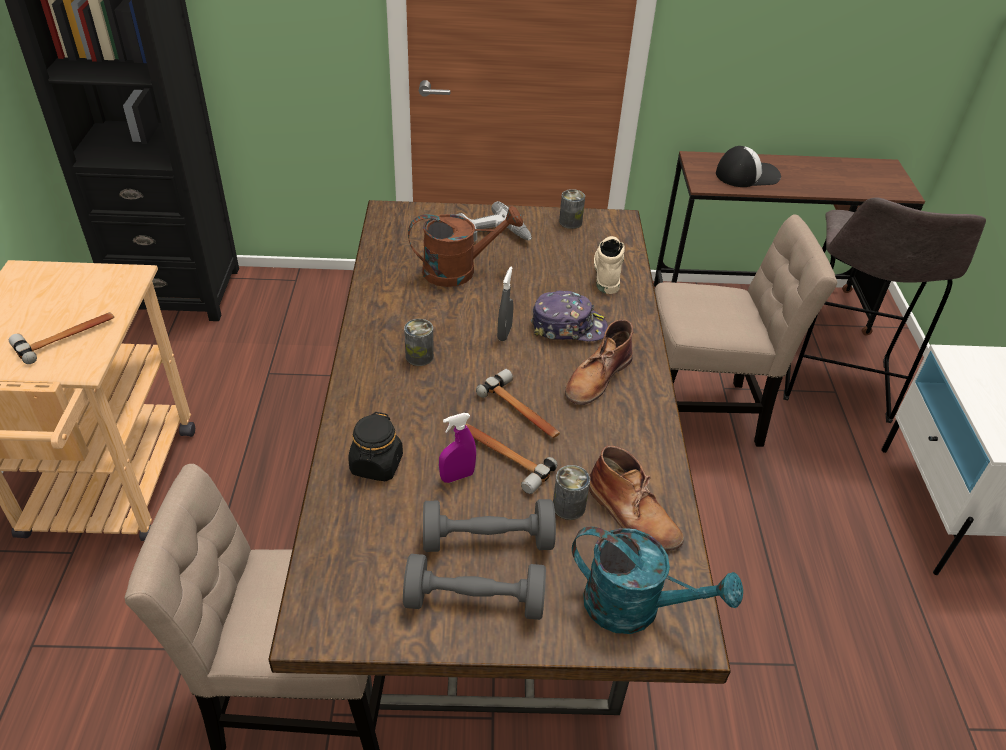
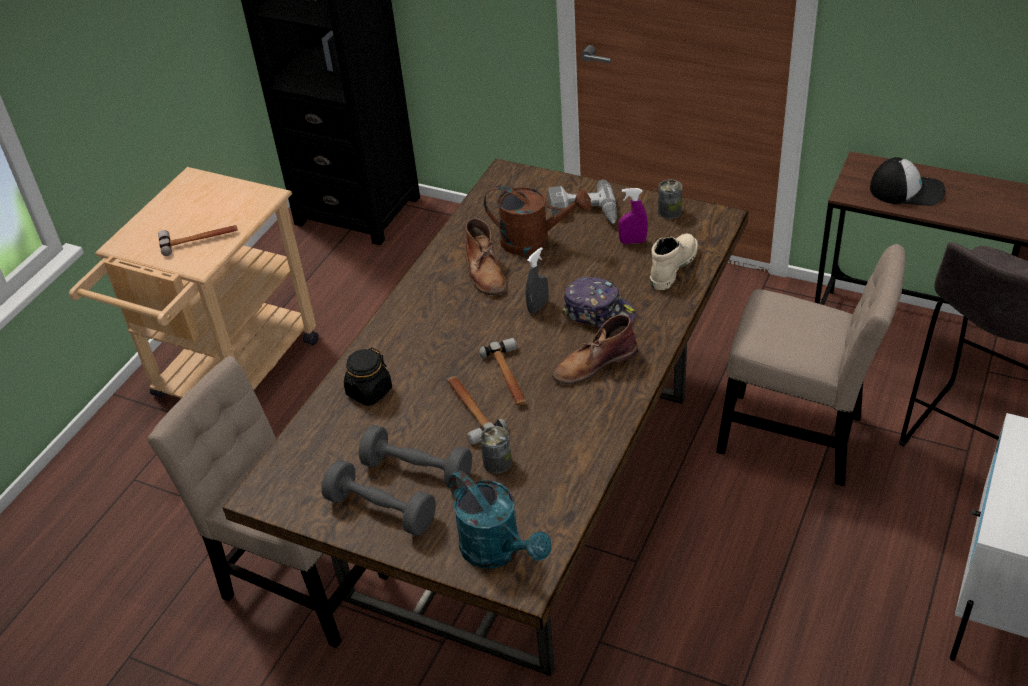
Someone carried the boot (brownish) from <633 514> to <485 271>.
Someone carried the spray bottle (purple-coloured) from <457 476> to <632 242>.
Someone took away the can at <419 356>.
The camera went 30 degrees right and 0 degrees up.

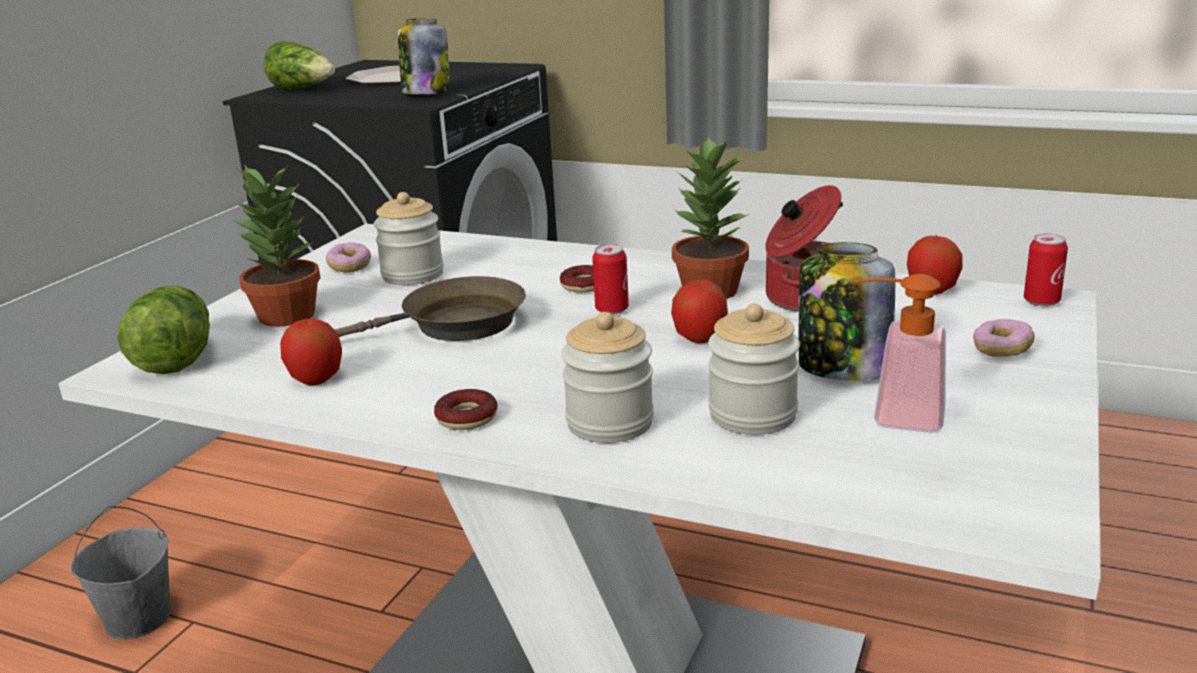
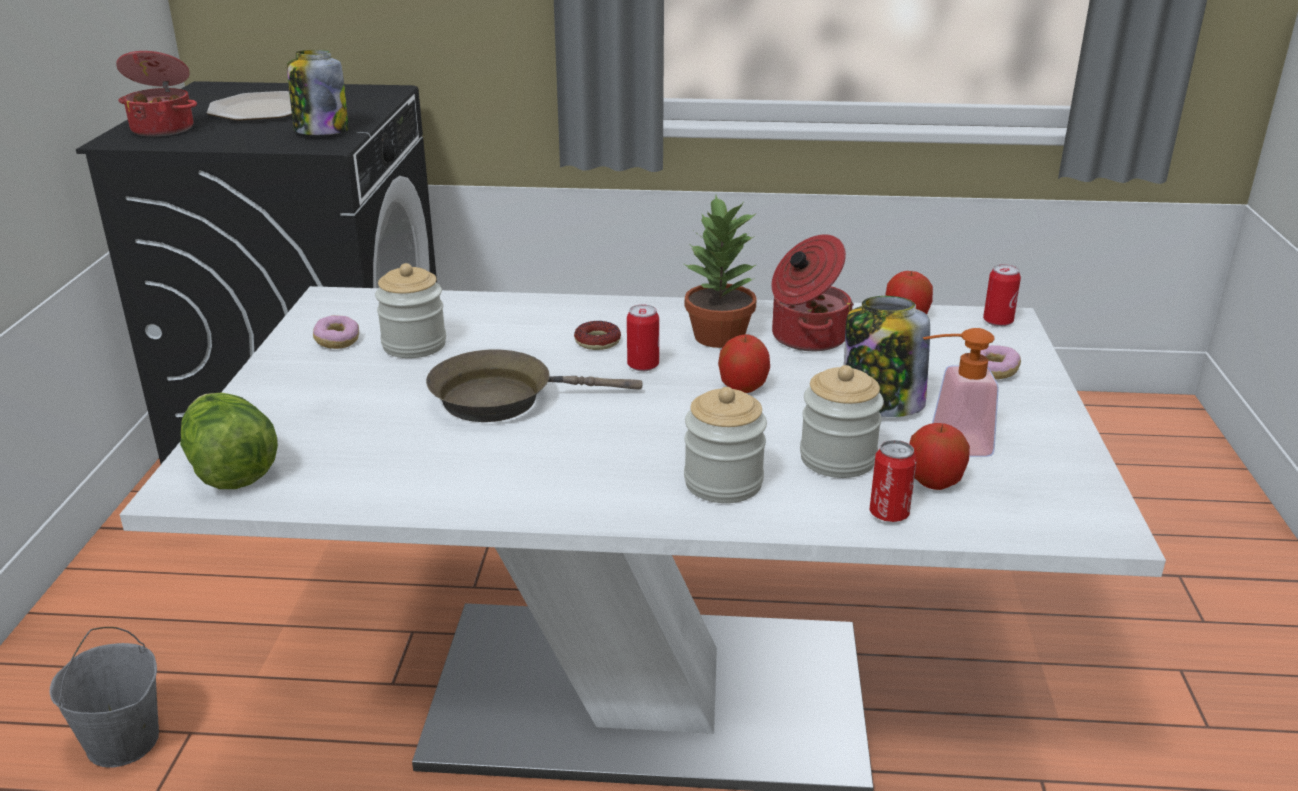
Someone swapped the lettuce at <303 89> for the saucepot at <164 128>.
Someone rotated the skillet (brownish) at <454 325> by 150 degrees counterclockwise.
Someone put down the can at <889 514>.
Someone carried the apple fruit from <316 379> to <934 482>.
Someone took away the plant in a pot at <285 316>.
Someone took away the ring doughnut at <467 417>.
The camera went 20 degrees left and 5 degrees up.

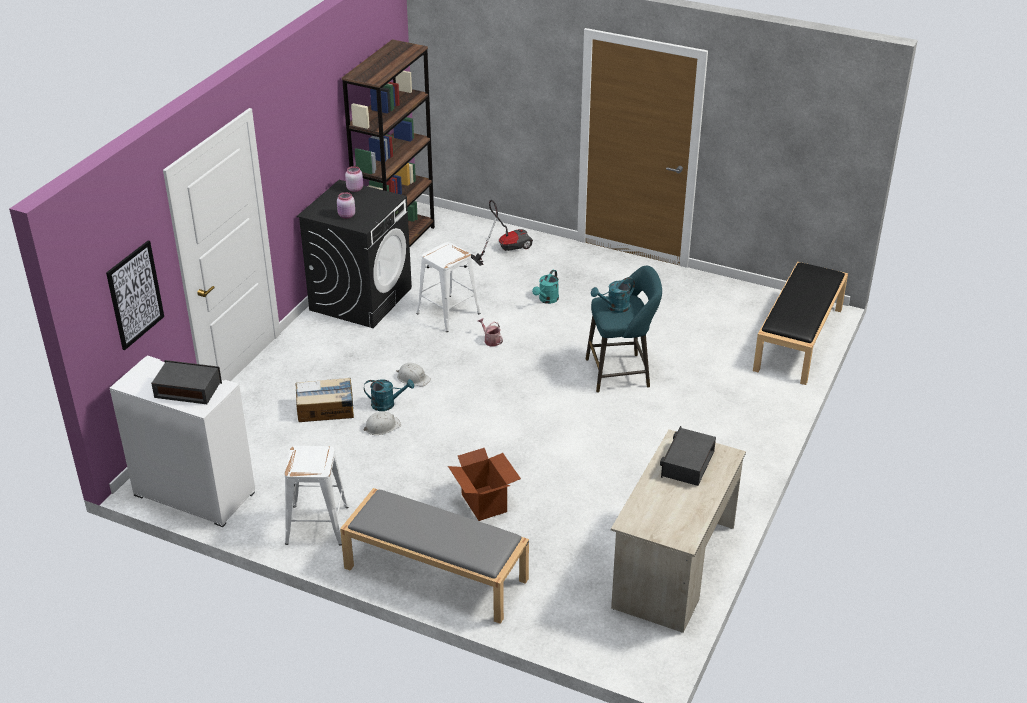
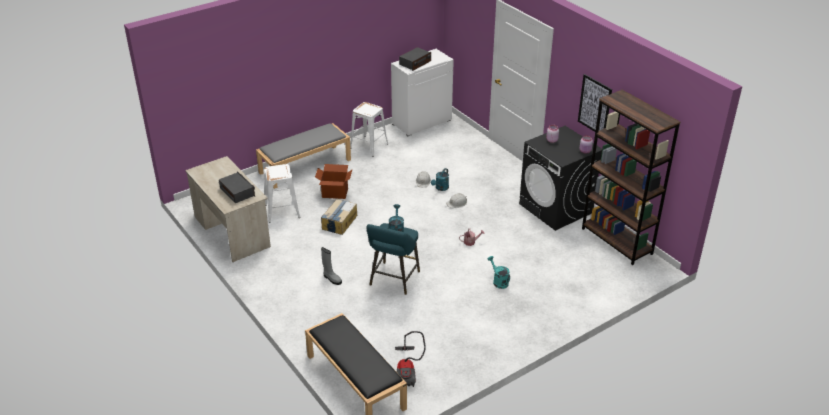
Someone carried the sitting stool (white-coloured) from <447 313> to <282 211>.
Someone carried the packing box from <326 409> to <339 222>.
Someone put down the boot (greyish) at <332 279>.
Someone carried the hoover from <505 249> to <407 371>.
Someone carried the picture from <135 295> to <595 105>.
The camera went 120 degrees right and 0 degrees up.

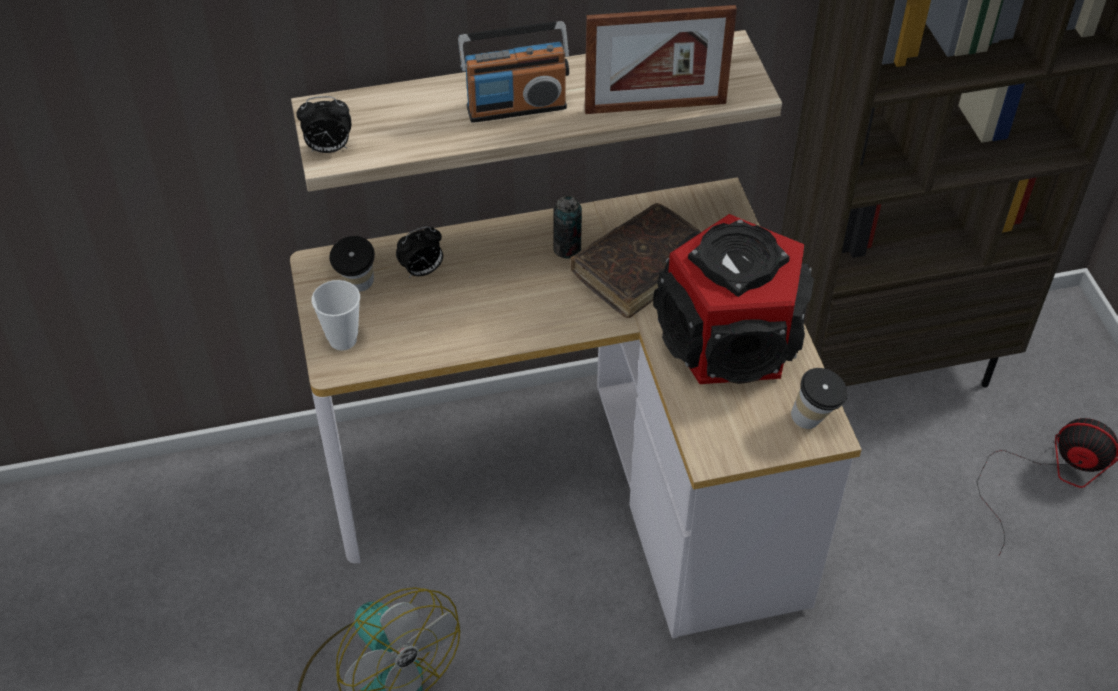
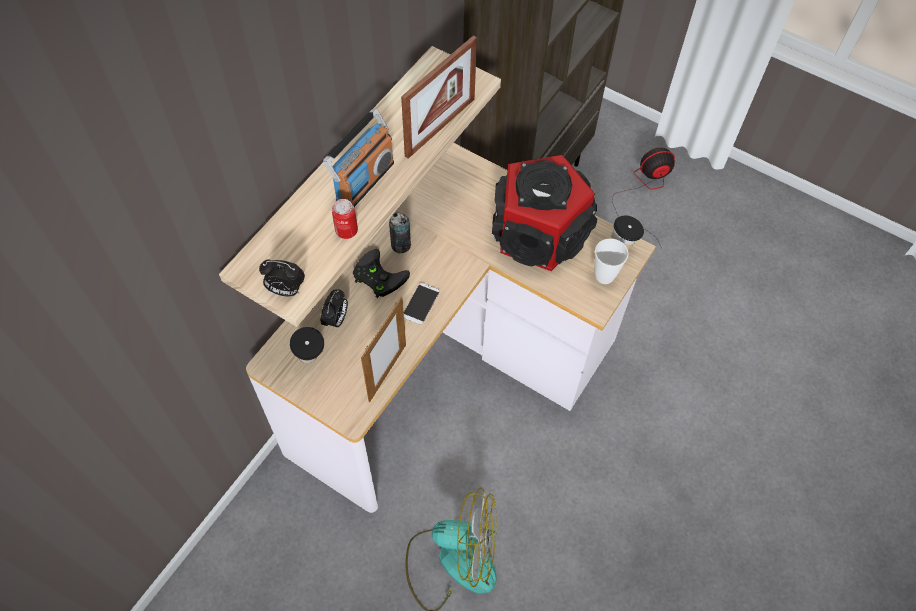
Someone rotated the table clock at <328 149> by 60 degrees clockwise.
Someone put down the can at <346 231>.
Someone put down the gamepad (black-coloured) at <377 276>.
Someone put down the photo frame at <387 373>.
Someone put down the handset at <421 304>.
Someone carried the drinking cup from <343 340> to <604 276>.
Someone took away the book (brownish) at <641 268>.
The camera went 45 degrees left and 10 degrees up.

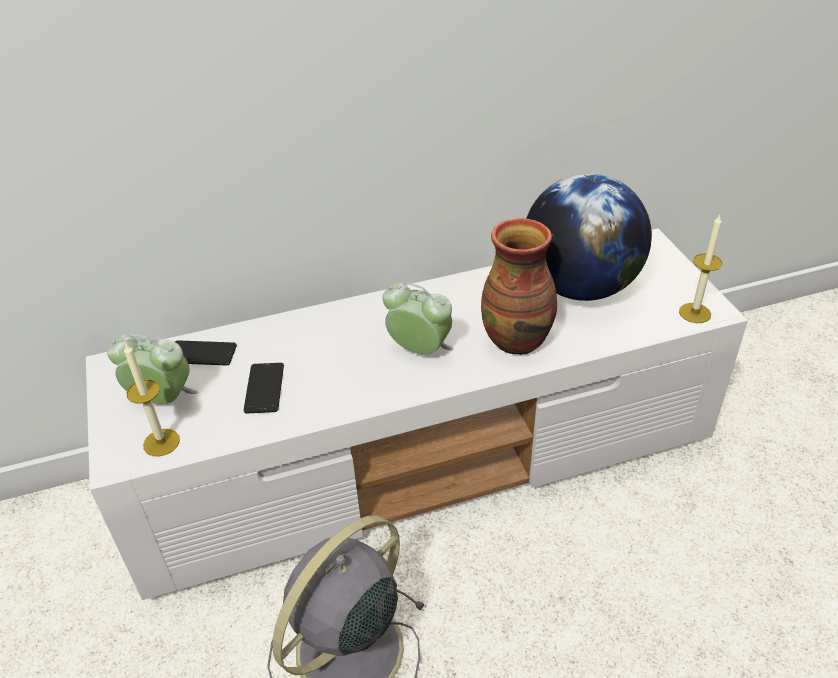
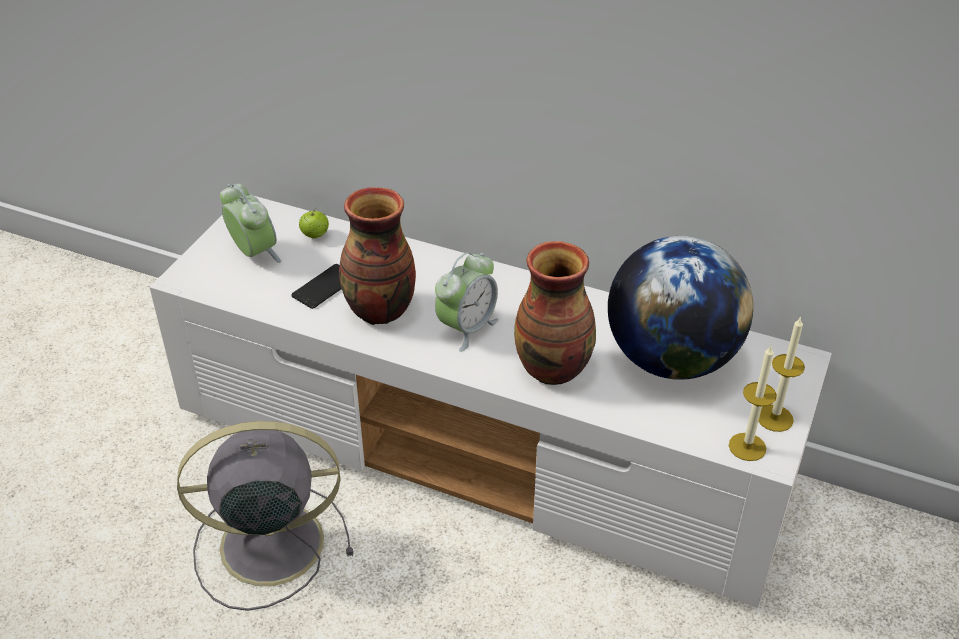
Someone swapped the handset at <201 354> for the apple fruit at <315 236>.
Someone put down the decorative vase at <379 311>.
Someone rotated the table clock at <419 350> by 60 degrees clockwise.
Someone carried the candle from <161 442> to <775 418>.
The camera went 40 degrees right and 0 degrees up.

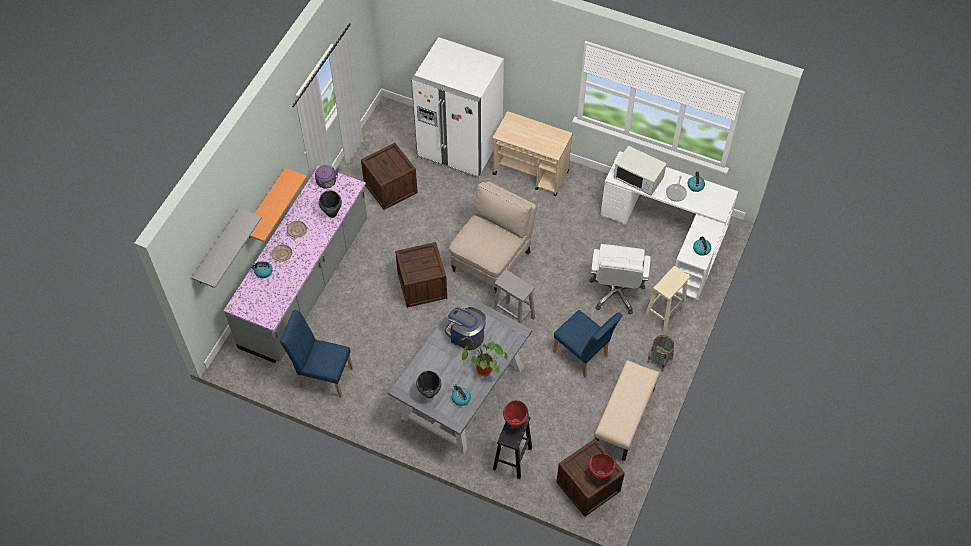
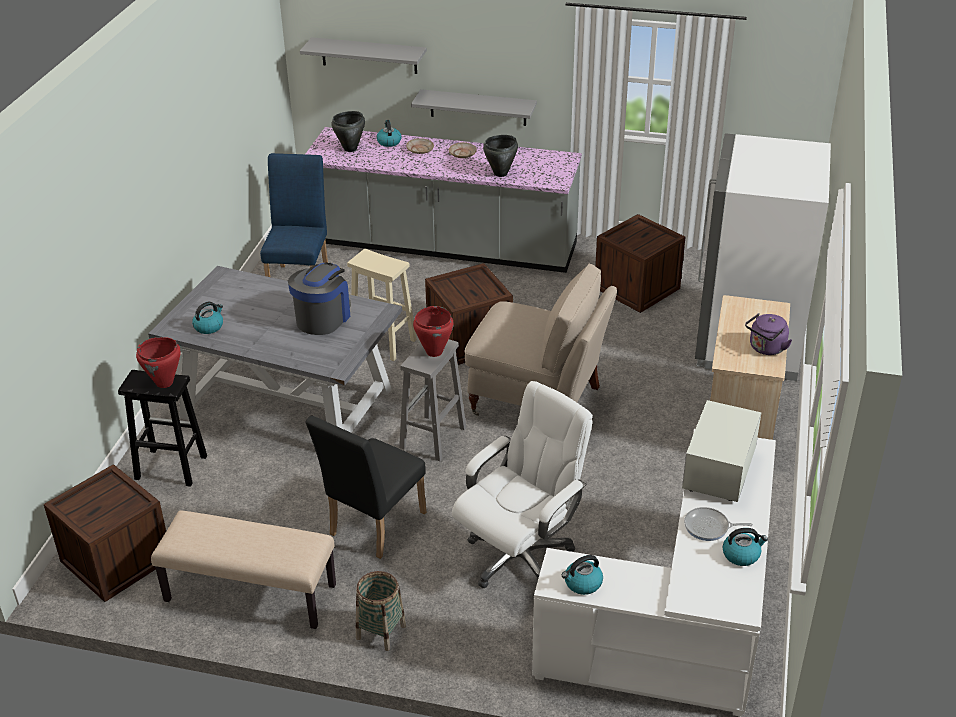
Someone repainted the plain chair (blue-coloured) at <583 356>, which became the plain chair (black-coloured) at <372 527>.
Someone carried the saucepot (black-coloured) from <429 393> to <350 149>.
Someone carried the sitting stool (sand-coloured) from <664 314> to <384 343>.
Someone repainted the shelf (orange) at <265 205>, which became the shelf (greyish) at <478 107>.
Someone carried the saucepot (red-coloured) from <600 475> to <434 352>.
Someone rotated the office chair (white-coloured) at <616 292> by 135 degrees clockwise.
Someone carried the kettle (purple-coloured) from <327 183> to <766 348>.
Someone took away the plant in a pot at <482 370>.
The camera went 80 degrees right and 20 degrees down.

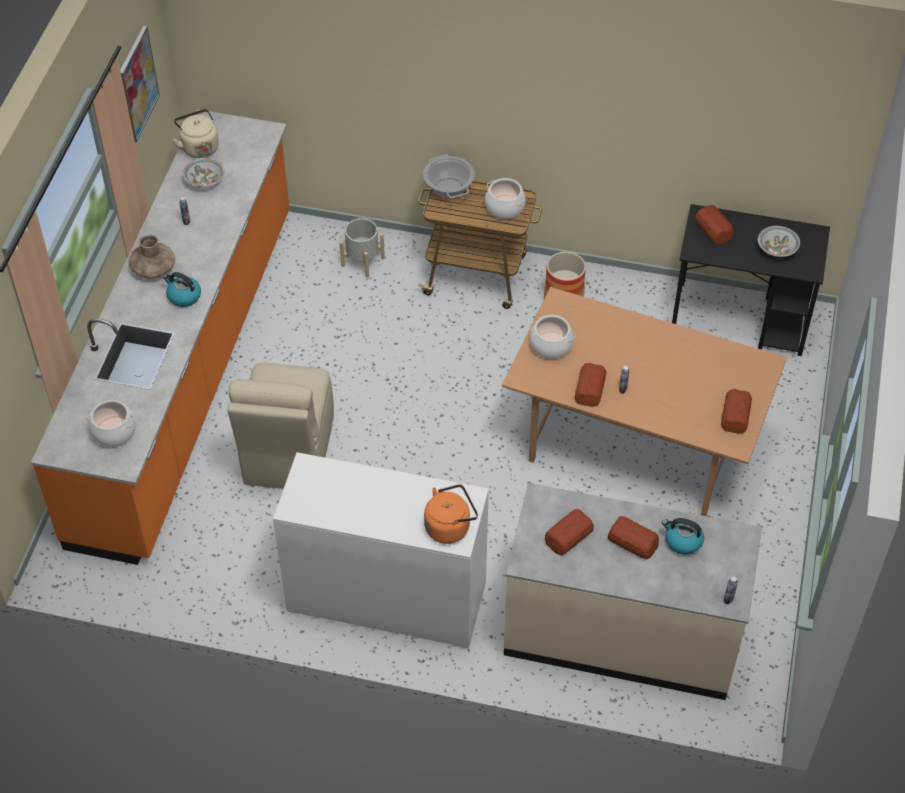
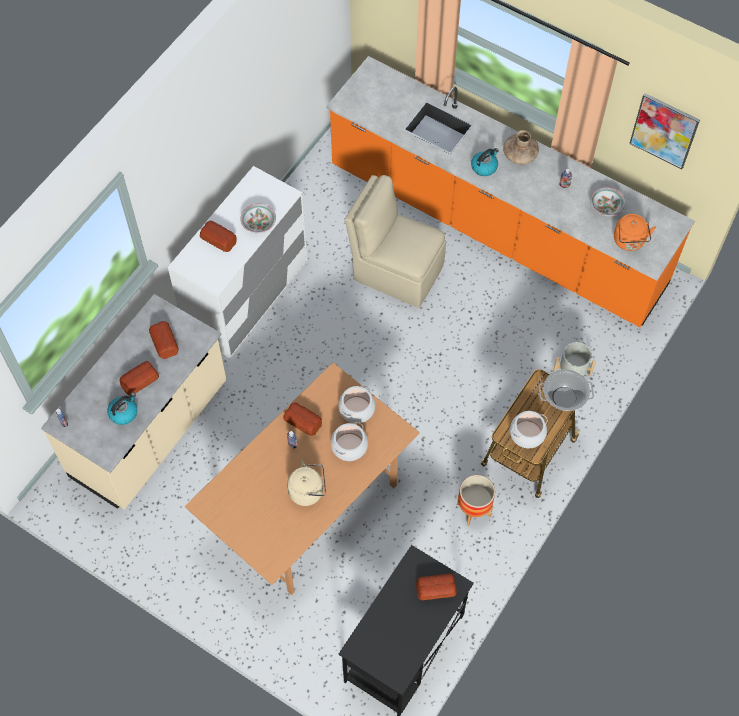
Someone carried the bakery bread from <735 415> to <218 238>.
Someone carried the deep dish from <777 248> to <258 224>.
Someone carried the kettle (sand-coloured) from <199 146> to <308 491>.
Someone carried the saucepot from <113 432> to <349 446>.
Someone carried the kettle (orange) from <450 526> to <629 242>.
The camera went 110 degrees right and 10 degrees up.

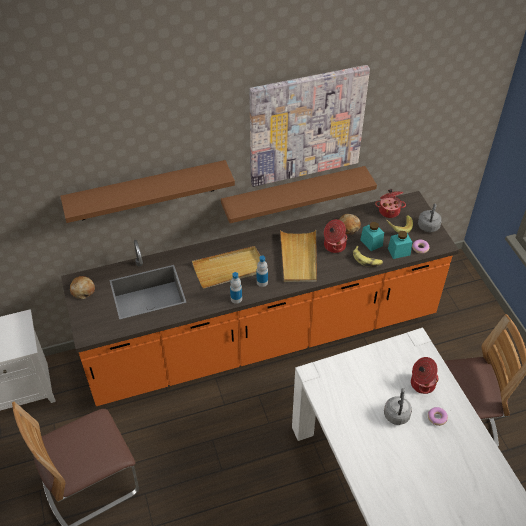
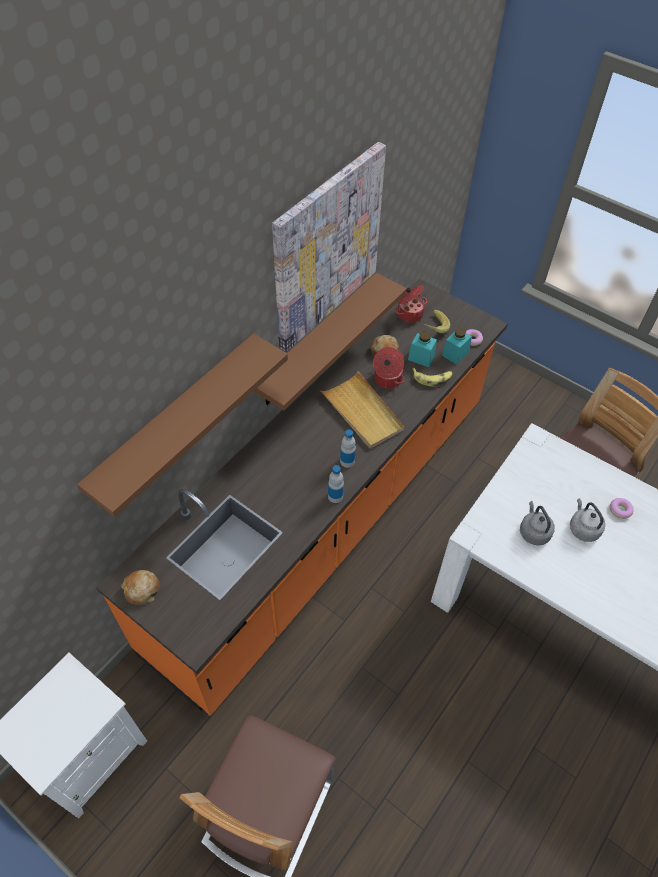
Someone carried the kettle (greyish) from <428 225> to <533 532>.
Someone took away the carrying tray (sand-coloured) at <230 269>.
Someone took away the saucepot at <422 383>.
The camera went 35 degrees left and 5 degrees up.

